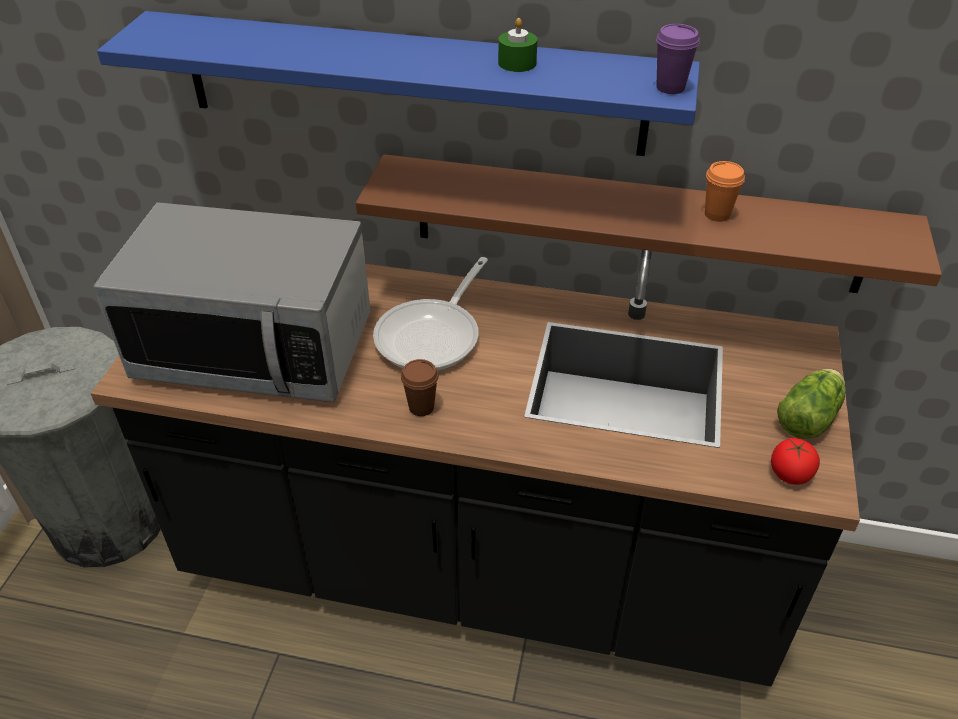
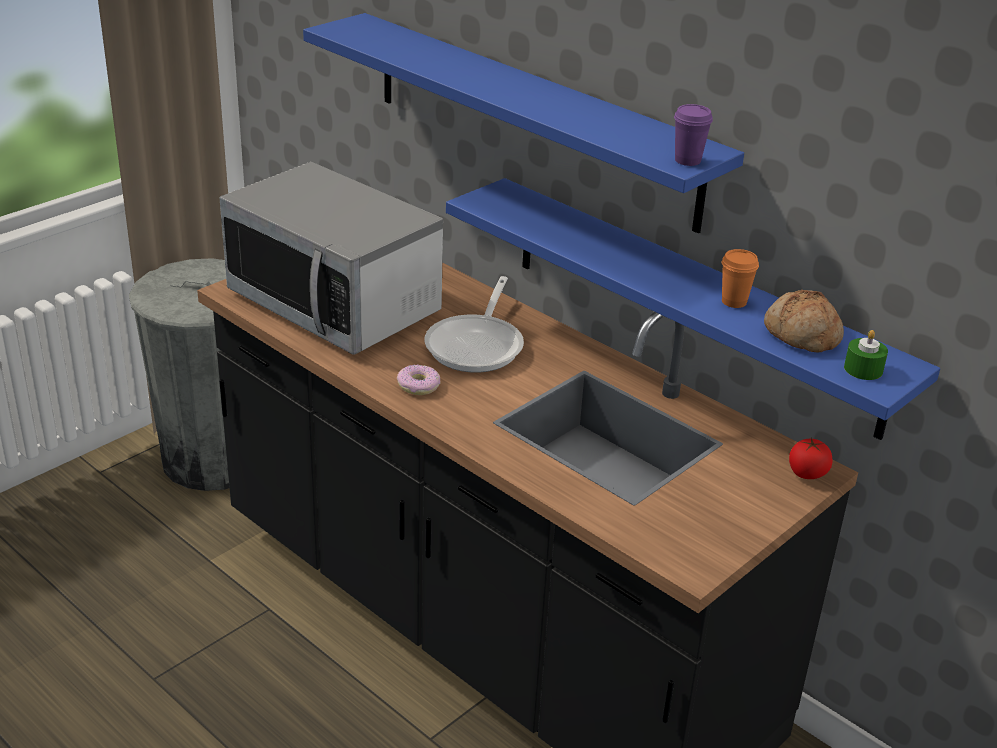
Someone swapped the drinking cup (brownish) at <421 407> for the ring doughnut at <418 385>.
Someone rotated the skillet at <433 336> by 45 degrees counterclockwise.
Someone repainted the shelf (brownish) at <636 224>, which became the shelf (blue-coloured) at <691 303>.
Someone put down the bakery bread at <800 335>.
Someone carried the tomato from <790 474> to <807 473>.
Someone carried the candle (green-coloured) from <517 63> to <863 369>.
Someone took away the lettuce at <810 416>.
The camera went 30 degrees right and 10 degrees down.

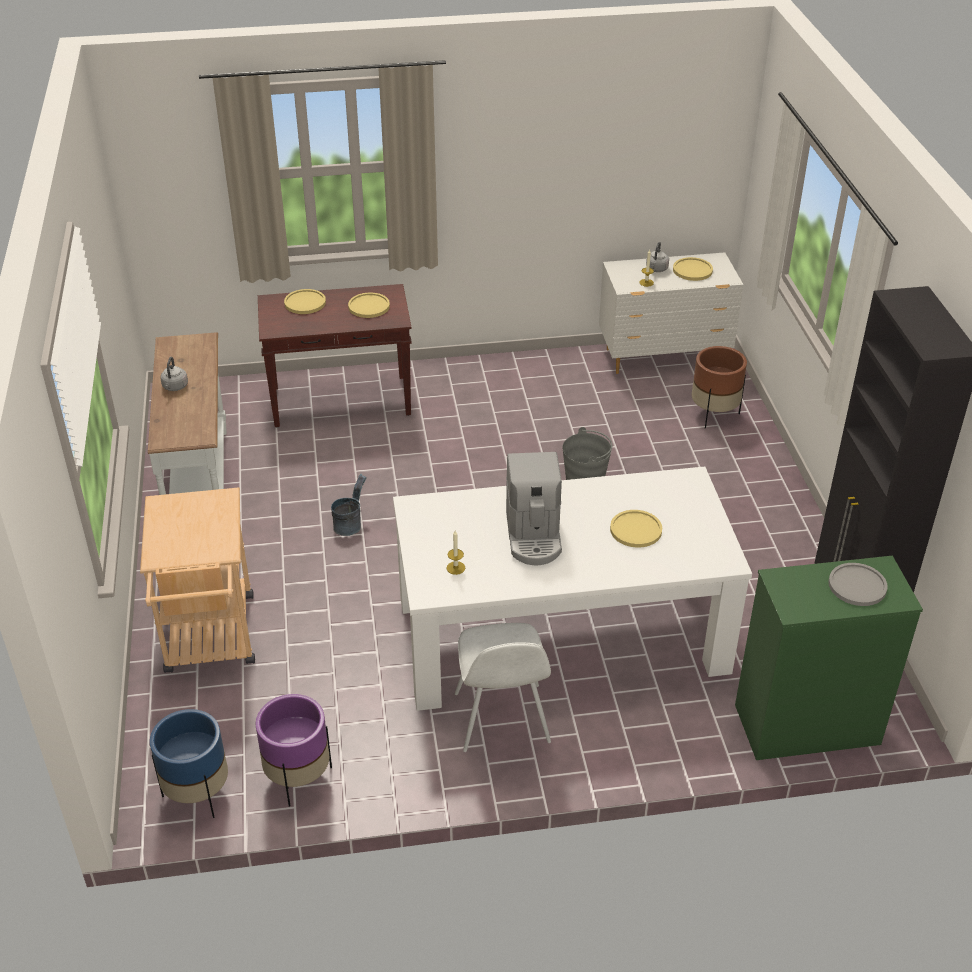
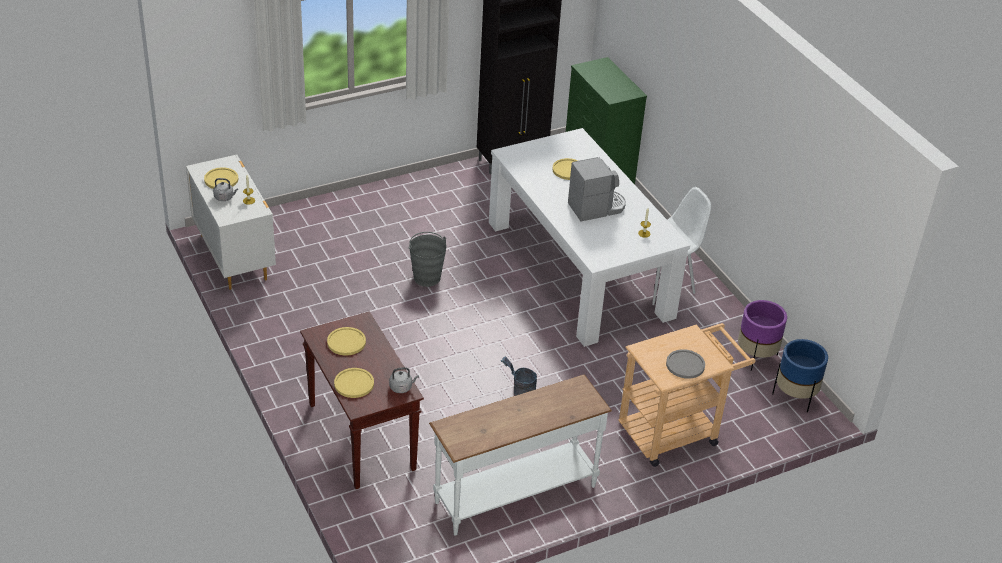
Someone carried the kettle (greyish) from <175 387> to <402 387>.
Someone carried the plate (greyish) from <857 585> to <685 365>.
Someone took away the flower pot (brownish) at <714 414>.
The camera went 110 degrees left and 0 degrees up.

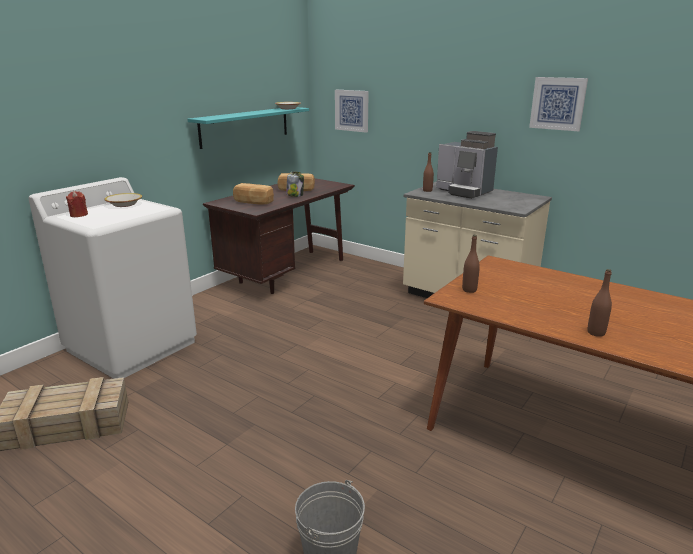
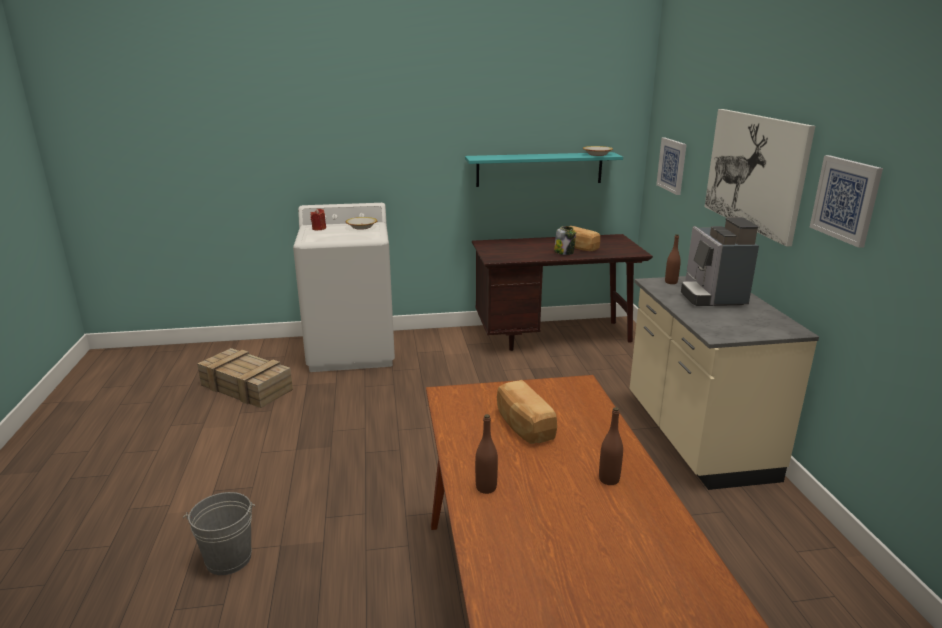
Someone carried the bakery bread from <253 202> to <523 426>.
Someone carried the beverage bottle (brownish) from <469 290> to <609 479>.
Someone put up the picture at <754 172>.
The camera went 45 degrees right and 0 degrees up.

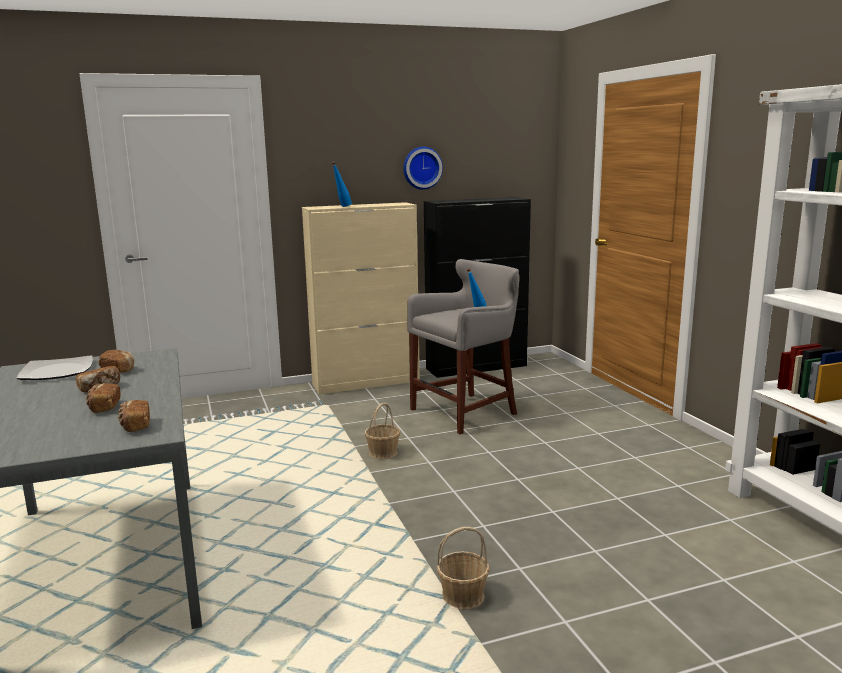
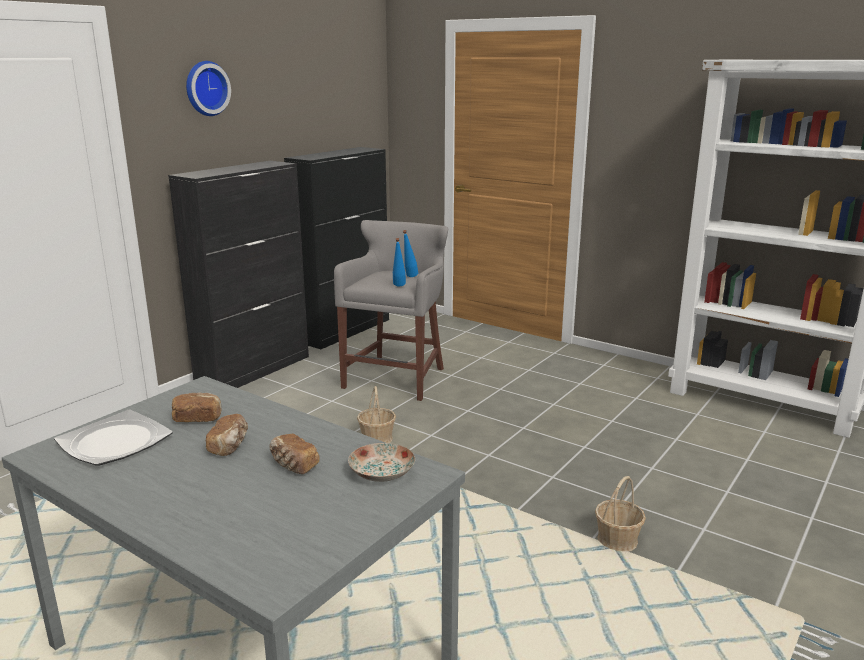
Someone repainted the cupboard (sand-coloured) at <366 382>, which became the cupboard (black-coloured) at <254 370>.
Someone carried the hanging clock from <421 168> to <205 88>.
Someone swapped the bakery bread at <135 426> for the plate at <381 474>.
Someone carried the beverage bottle (blue-coloured) from <342 207> to <399 287>.
The camera went 35 degrees left and 5 degrees up.

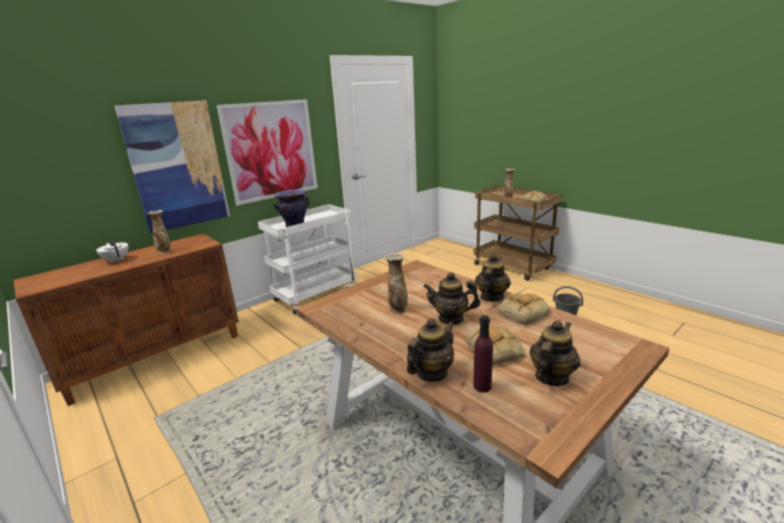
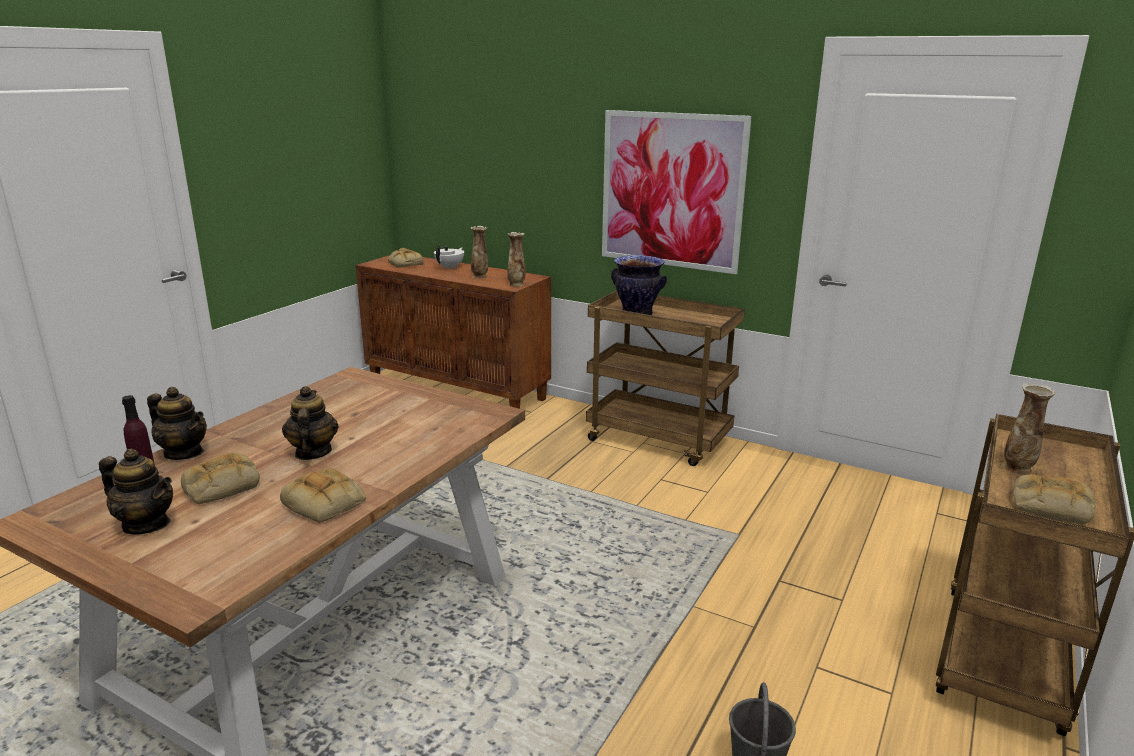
Someone put down the bakery bread at <405 263>.
Someone carried the decorative vase from <398 309> to <516 285>.
Someone repainted the cart (white-coloured) at <316 294>, which became the cart (brownish) at <659 440>.
Someone took away the picture at <177 166>.
Someone took away the pot for tea at <491 297>.
The camera went 70 degrees right and 0 degrees up.

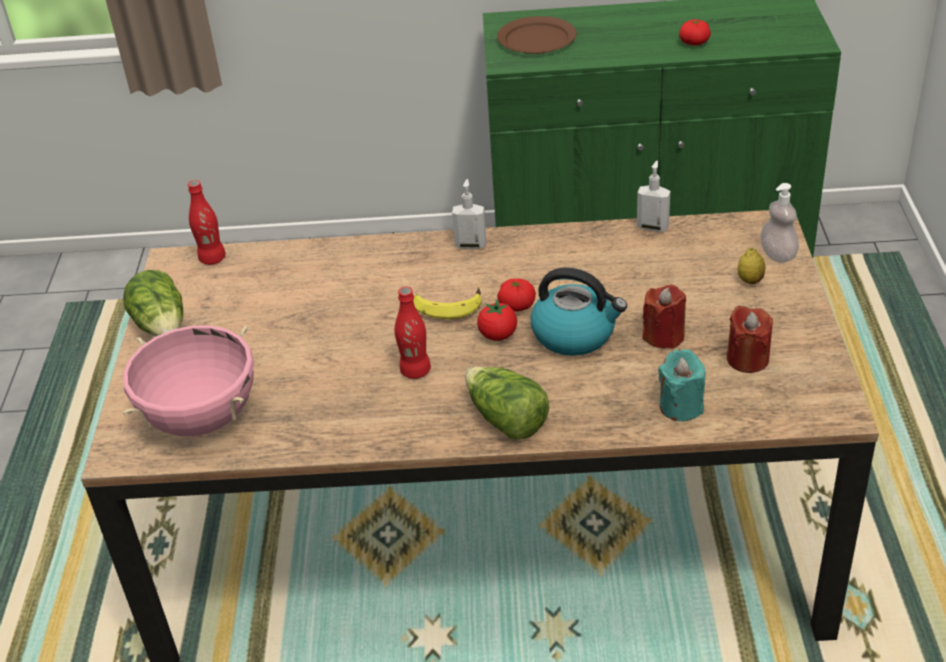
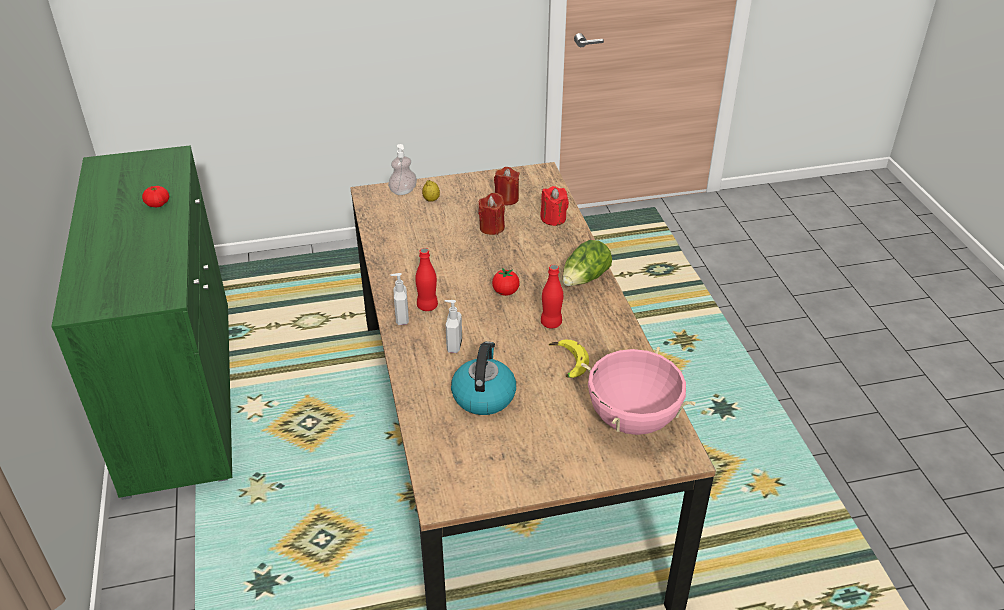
Someone carried the beverage bottle (red-coloured) from <212 259> to <427 306>.
Someone carried the soap bottle from <652 227> to <453 346>.
Someone carried the kettle from <575 334> to <483 395>.
Someone repainted the candle (blue-green) at <681 406>, which became the candle (red-coloured) at <553 218>.
Someone carried the banana from <448 306> to <566 363>.
Someone took away the lettuce at <162 326>.
Someone took away the plate (brownish) at <536 39>.
Someone took away the tomato at <517 305>.
The camera went 105 degrees left and 0 degrees up.

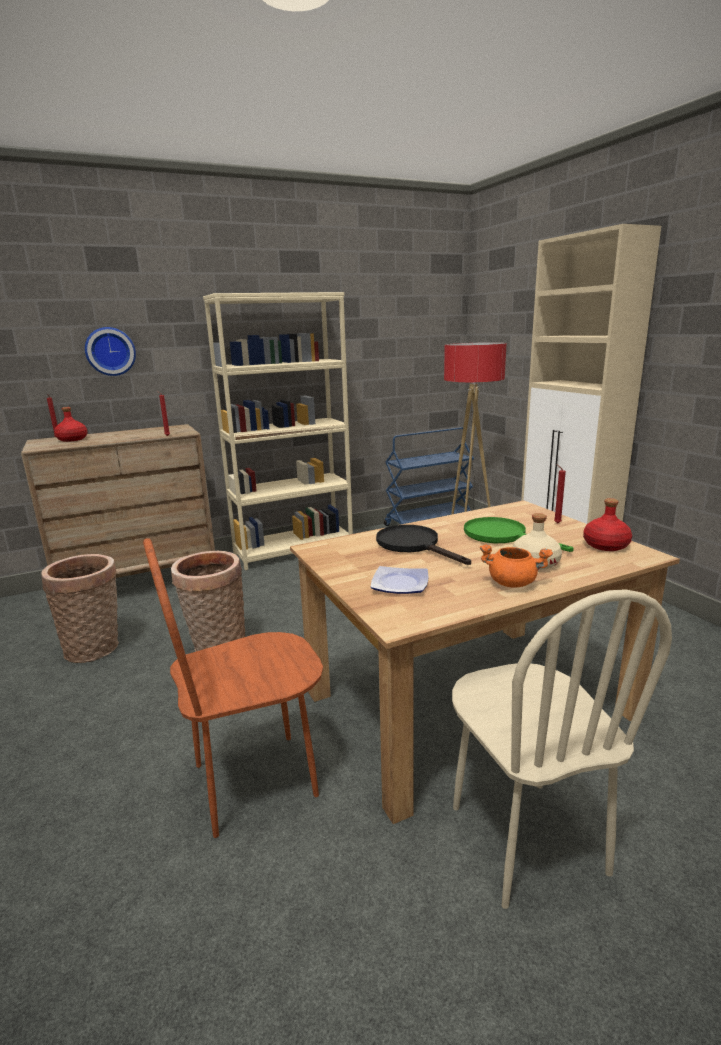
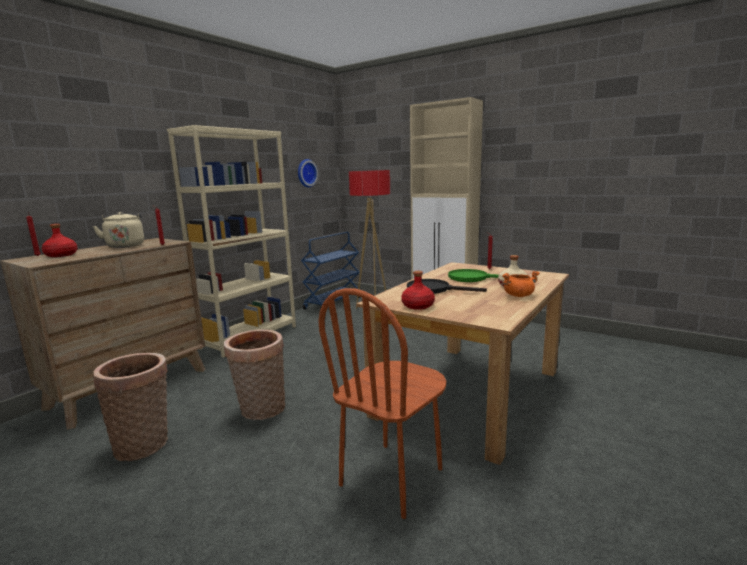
Someone put down the kettle (sand-coloured) at <125 245>.
Someone carried the hanging clock from <110 351> to <306 173>.
Someone carried the beverage bottle (red-coloured) from <606 545> to <418 306>.
Someone took away the plate at <398 584>.
Someone took away the plain chair (sand-coloured) at <525 839>.
The camera went 30 degrees left and 5 degrees down.

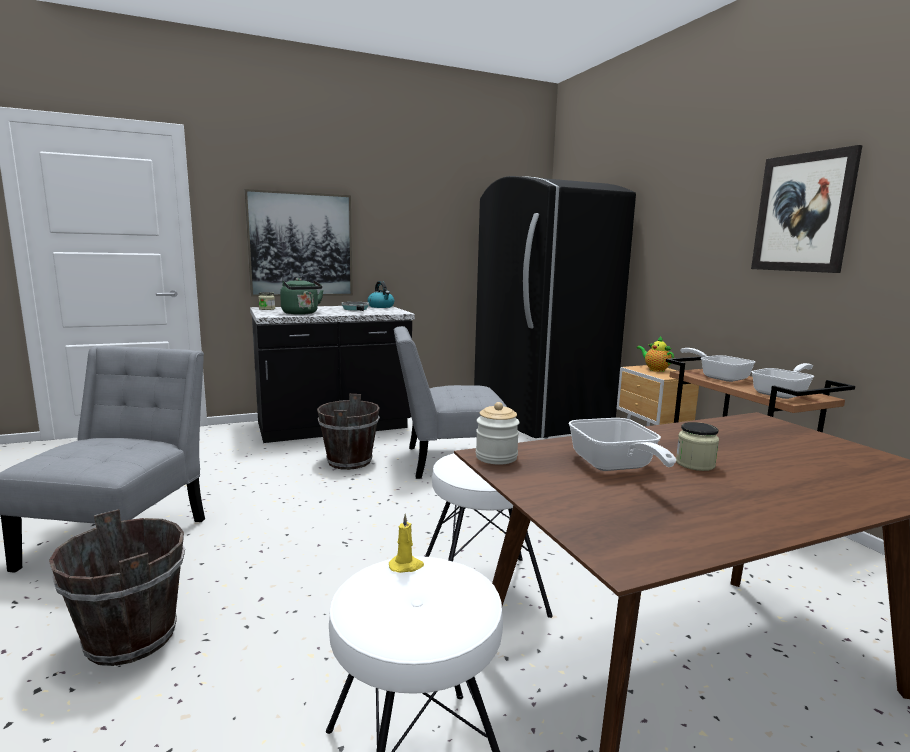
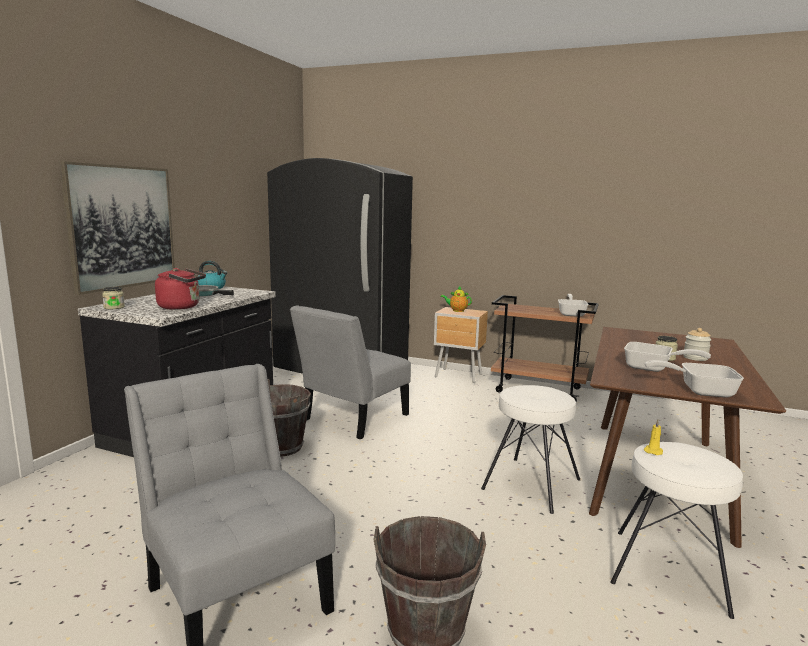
Someone repainted the kettle (green-coloured) at <301 313>, which became the kettle (red-coloured) at <181 307>.
Someone carried the skillet from <719 377> to <699 391>.
Someone carried the storage jar from <496 457> to <695 358>.
Someone took away the picture at <803 213>.
The camera went 45 degrees left and 0 degrees up.

